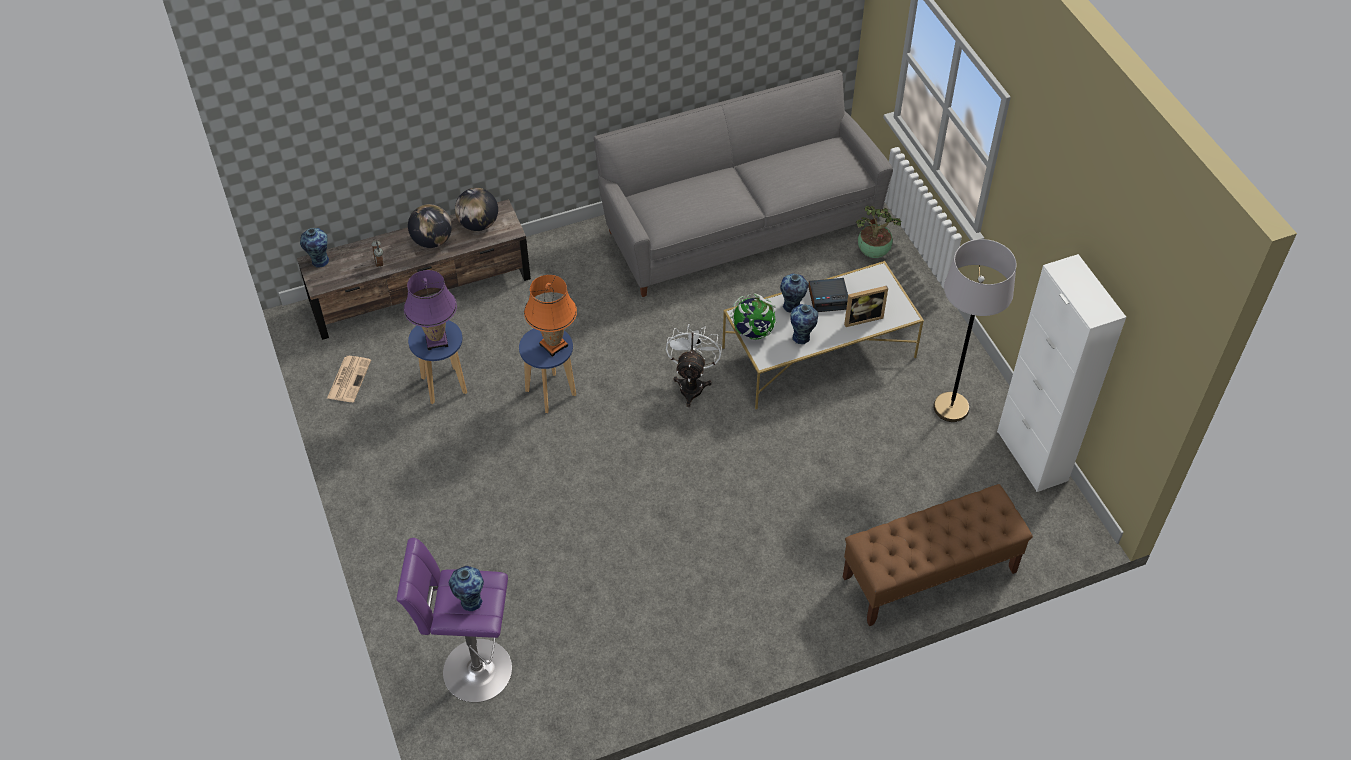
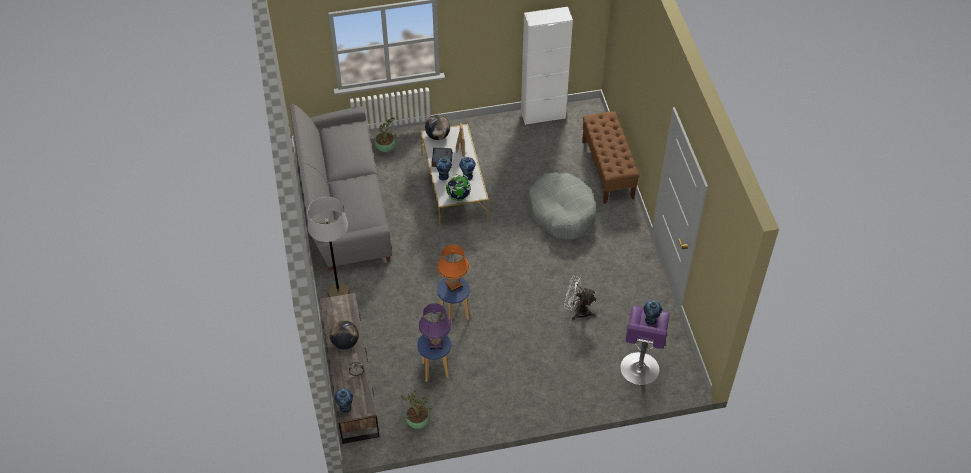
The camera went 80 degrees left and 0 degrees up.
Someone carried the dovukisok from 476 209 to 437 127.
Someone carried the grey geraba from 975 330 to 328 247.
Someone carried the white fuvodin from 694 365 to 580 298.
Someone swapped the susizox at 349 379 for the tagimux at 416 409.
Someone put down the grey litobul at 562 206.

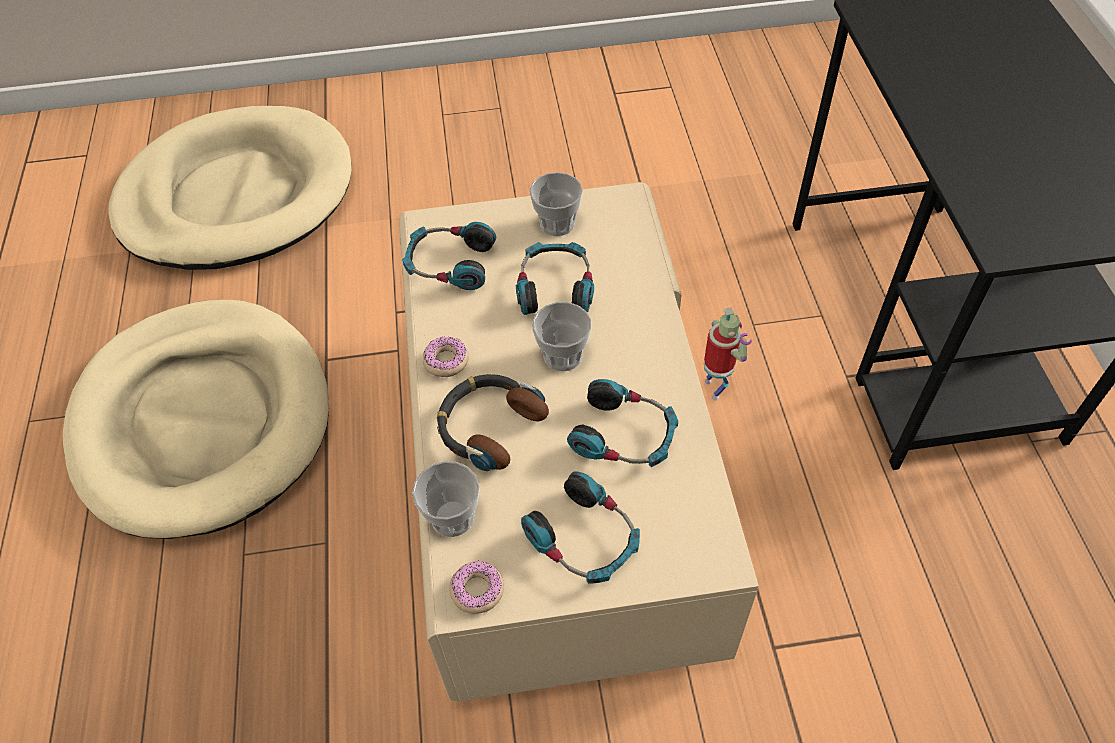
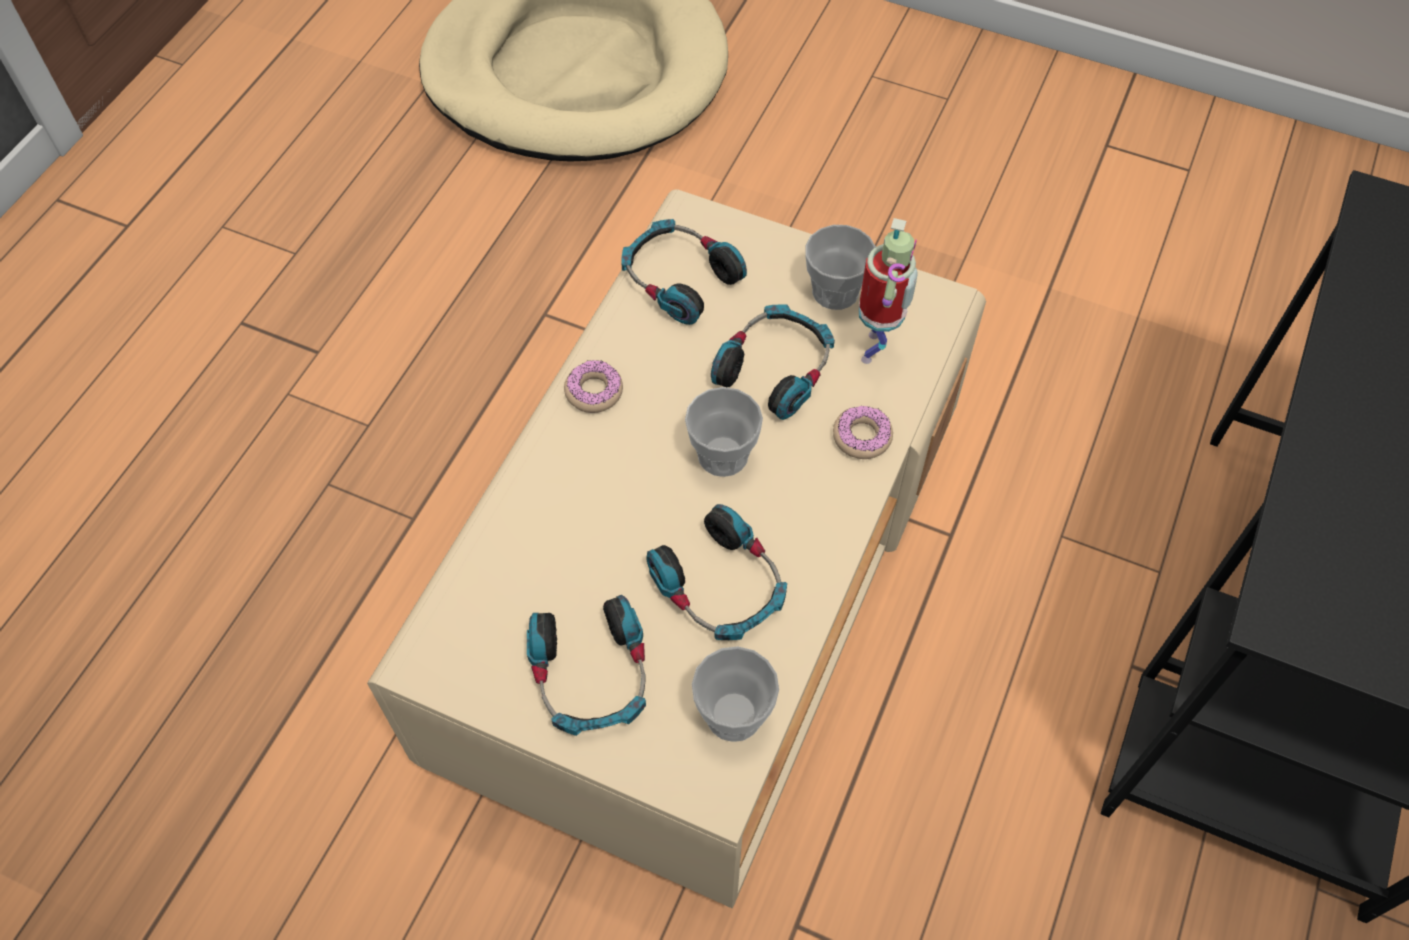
The camera went 30 degrees right and 5 degrees up.
Someone took away the beige litobul at 196 419.
Someone carried the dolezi from 728 354 to 888 291.
Someone took away the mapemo at 493 422.
Someone carried the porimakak from 445 499 to 735 694.
Someone carried the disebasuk from 476 587 to 863 432.

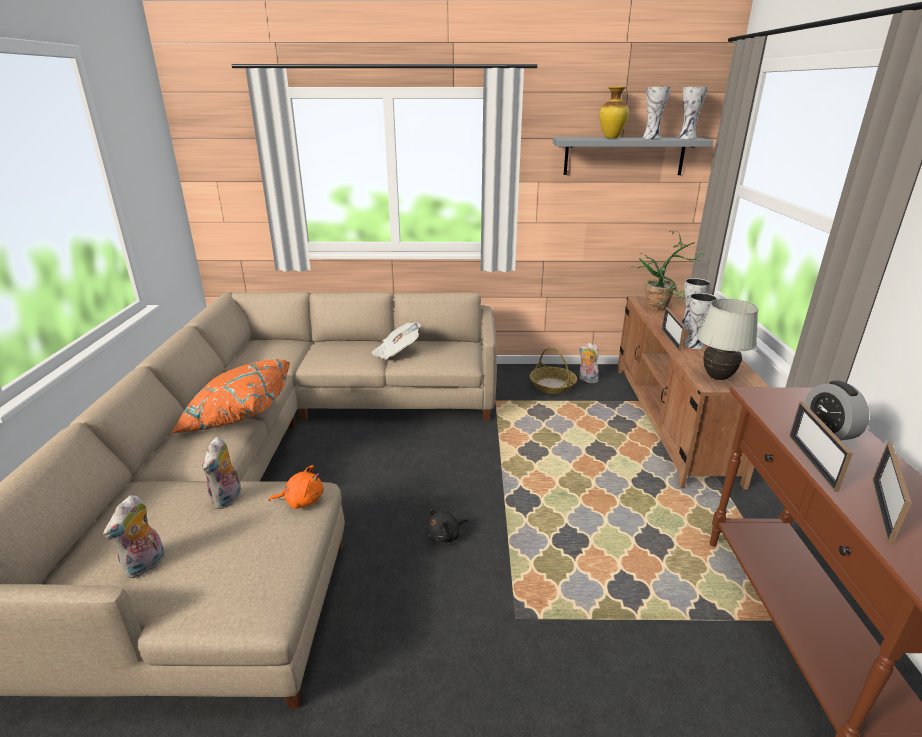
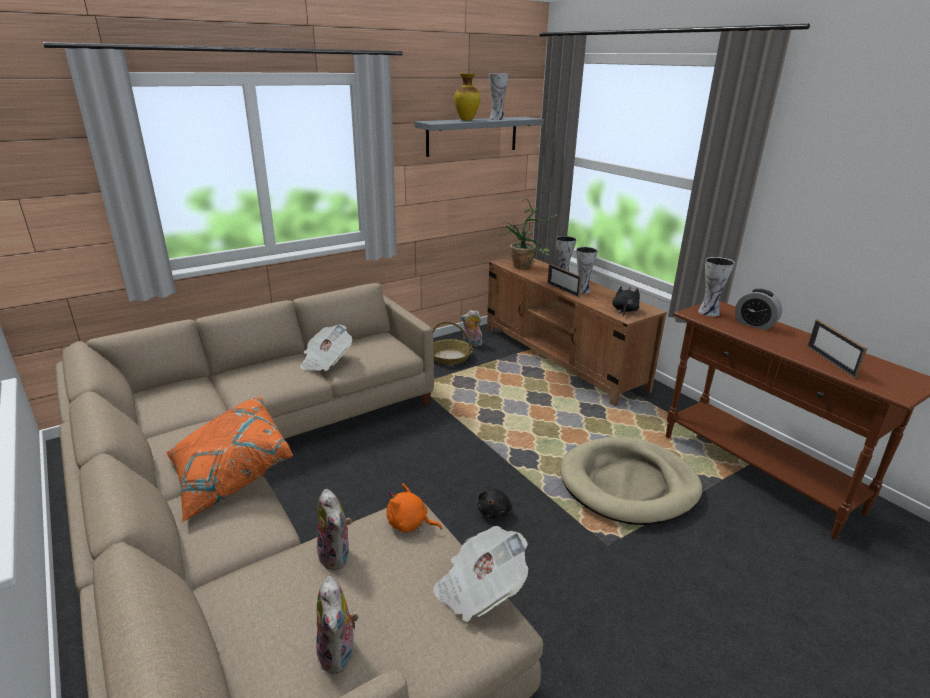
The camera went 35 degrees left and 0 degrees up.
Someone carried the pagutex from 693 113 to 716 286.
Someone swapped the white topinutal at 727 339 for the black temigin at 626 301.
Someone took away the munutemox at 821 447.
Someone rotated the orange temigin at 296 487 by 120 degrees counterclockwise.
Someone put down the beige litobul at 631 481.
Someone put down the susizox at 480 574.

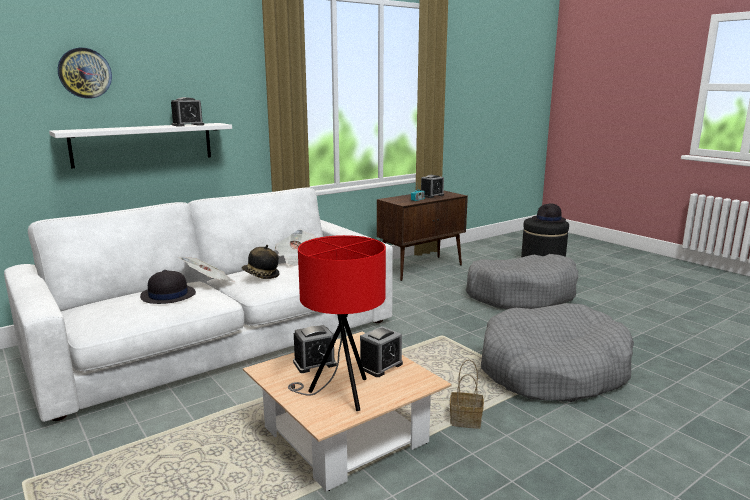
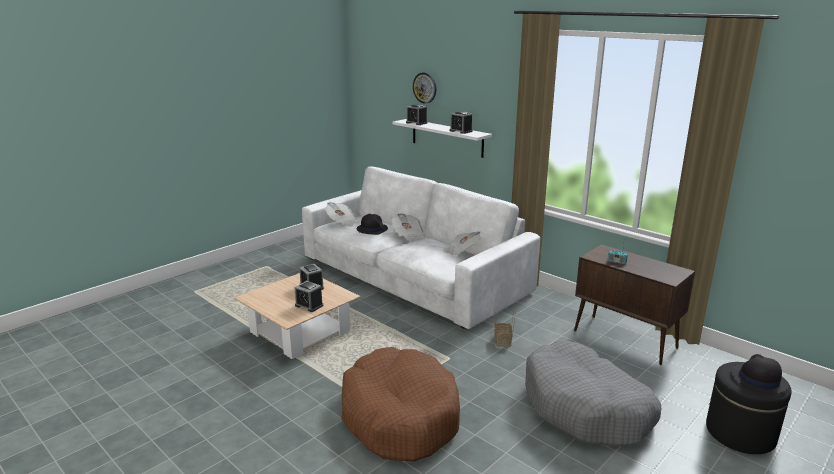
The camera went 80 degrees right and 5 degrees up.
Someone carried the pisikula from 432 186 to 416 114.
Someone took away the red topinutal at 337 323.
Someone took away the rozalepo at 261 262.
Someone repainted the grey litobul at 557 352, which became the brown litobul at 400 404.
Someone carried the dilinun from 467 394 to 505 327.
Someone put down the susizox at 341 214.

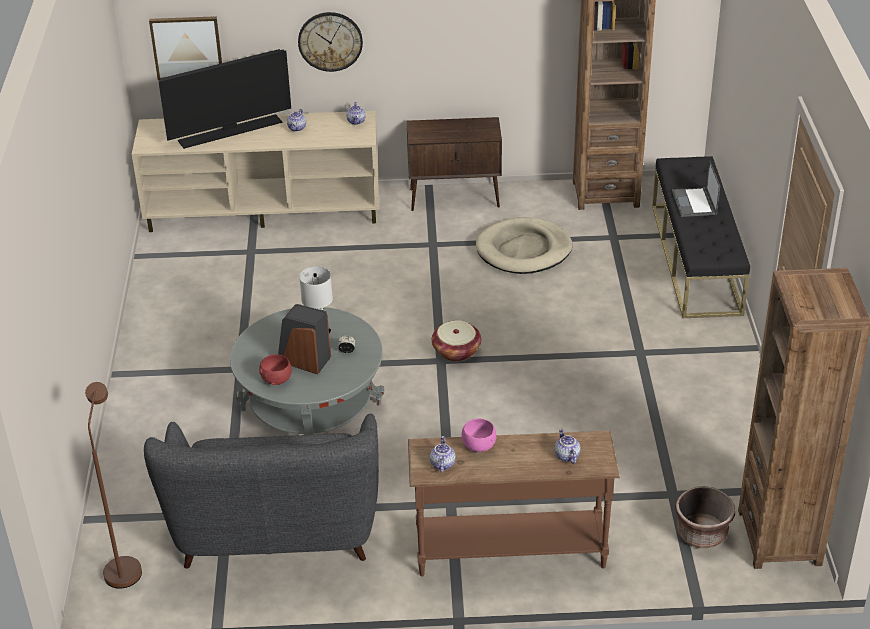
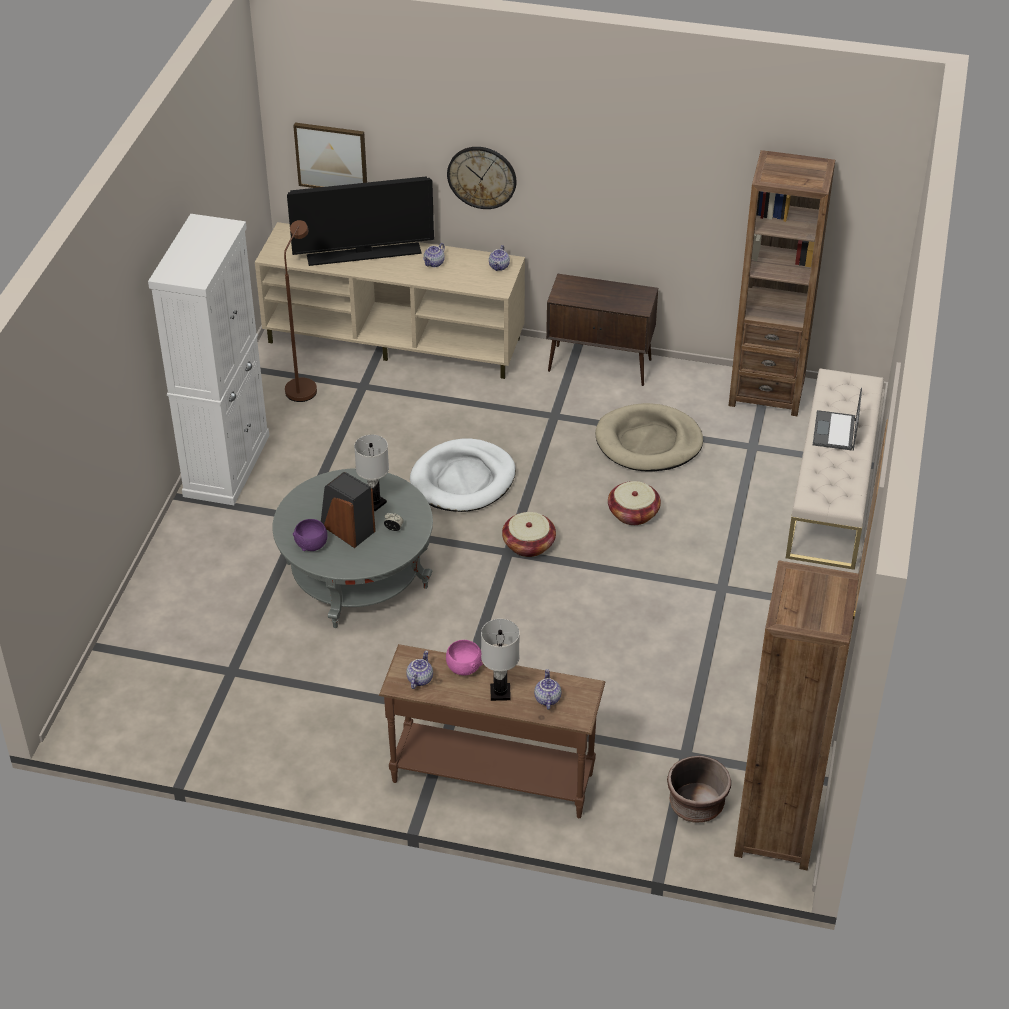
The camera went 15 degrees right and 5 degrees up.
Someone repainted the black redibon at 701 237, which became the beige redibon at 835 469.
Someone repainted the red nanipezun at 275 369, which became the purple nanipezun at 310 535.
Someone carried the brown geraba from 113 485 to 300 311.
Someone took away the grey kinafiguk at 261 491.
Someone put down the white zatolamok at 208 359.
Someone put down the white litobul at 463 475.
Someone put down the dilinun at 634 503.
Someone put down the white topinutal at 500 660.

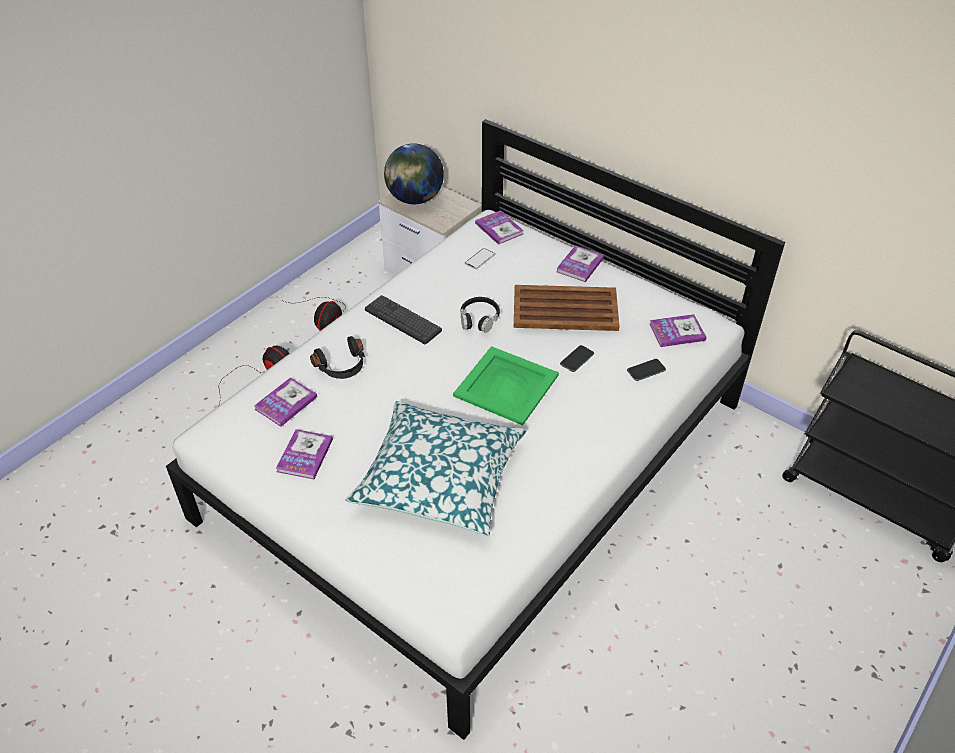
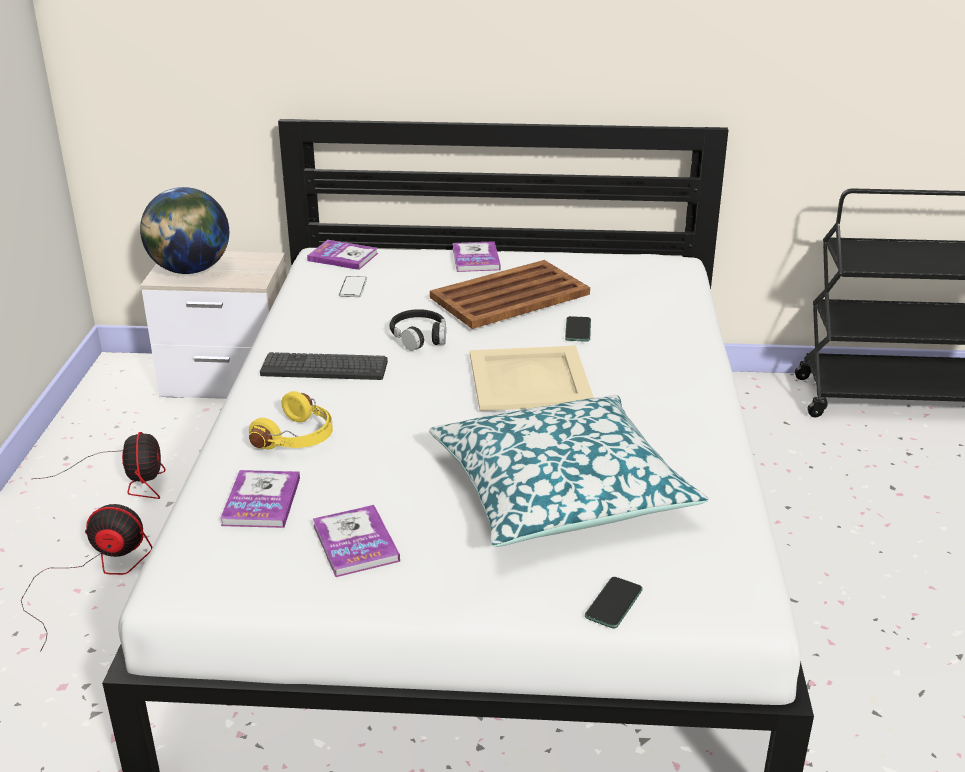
The camera went 35 degrees left and 15 degrees down.
Someone took away the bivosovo at 678 330.
Someone repainted the black mapemo at 337 357, which became the yellow mapemo at 291 420.
Someone repainted the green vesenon at 506 385, which became the beige vesenon at 532 378.
Someone carried the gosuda from 646 370 to 614 602.

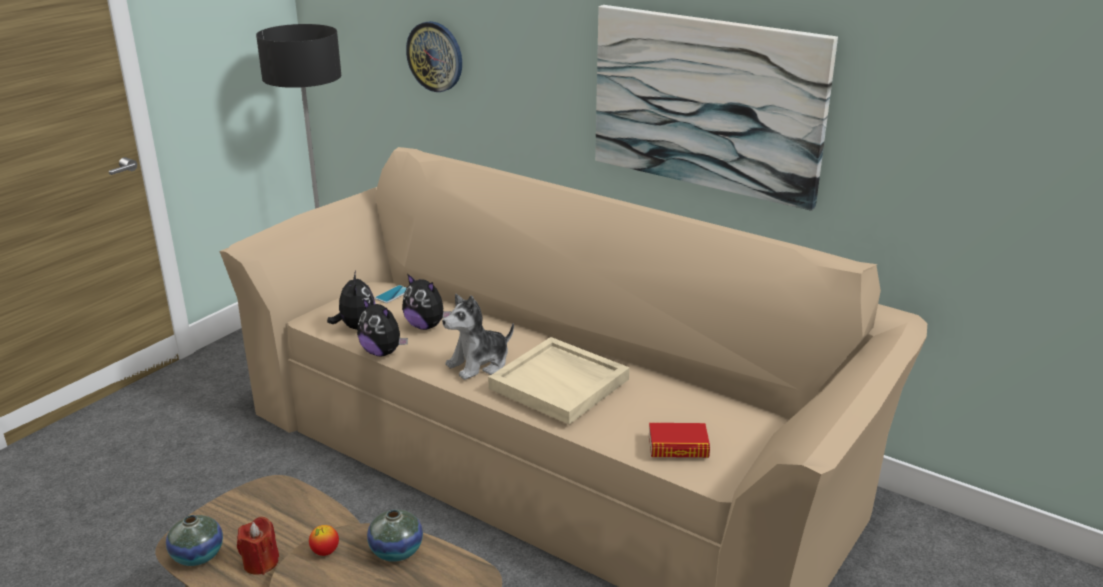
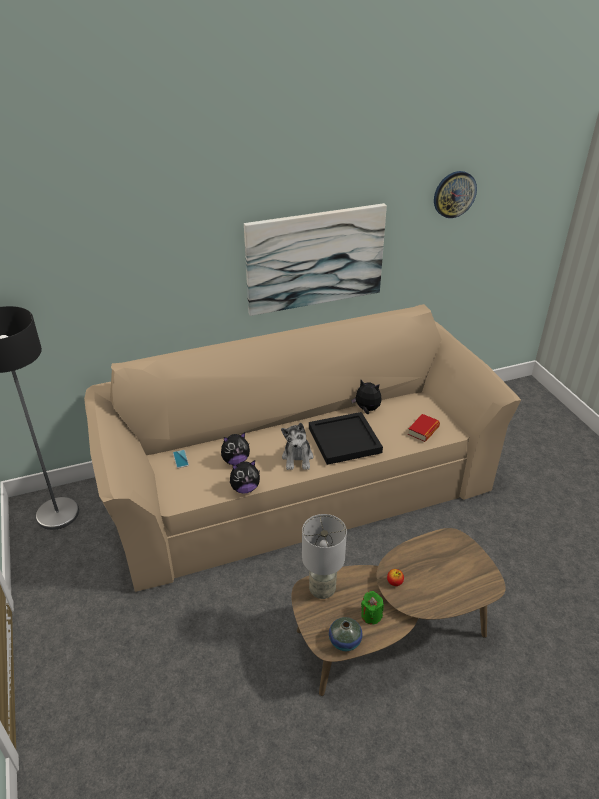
The camera went 55 degrees left and 10 degrees up.
Someone carried the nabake from 434 56 to 455 194.
Someone carried the temigin from 351 300 to 366 397.
Someone repainted the beige vesenon at 559 380, which became the black vesenon at 346 438.
Someone took away the pagutex at 395 535.
Someone repainted the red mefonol at 258 546, which became the green mefonol at 372 608.
Someone put down the grey topinutal at 324 556.

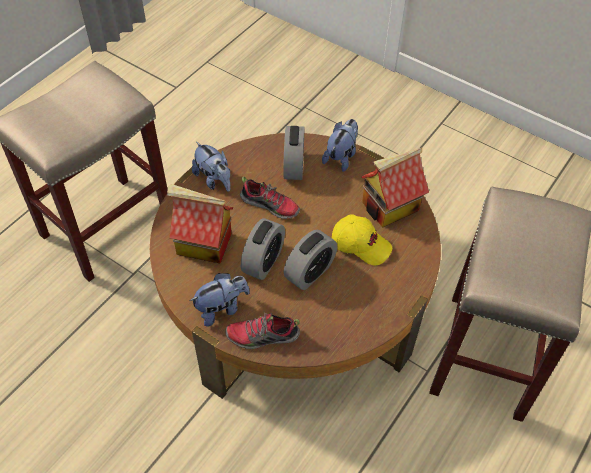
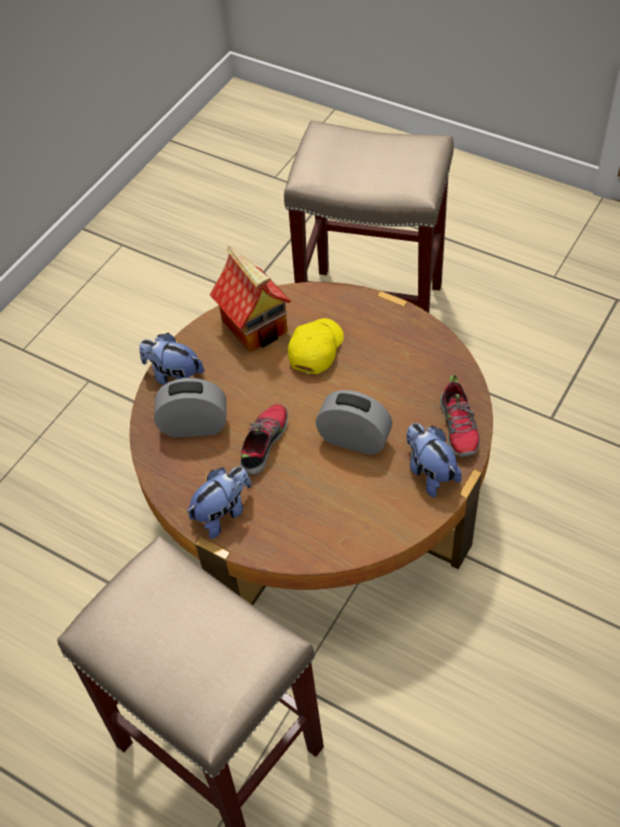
The camera went 90 degrees left and 0 degrees up.
Someone took away the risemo at 200 224.
Someone took away the pisikula at 310 260.

